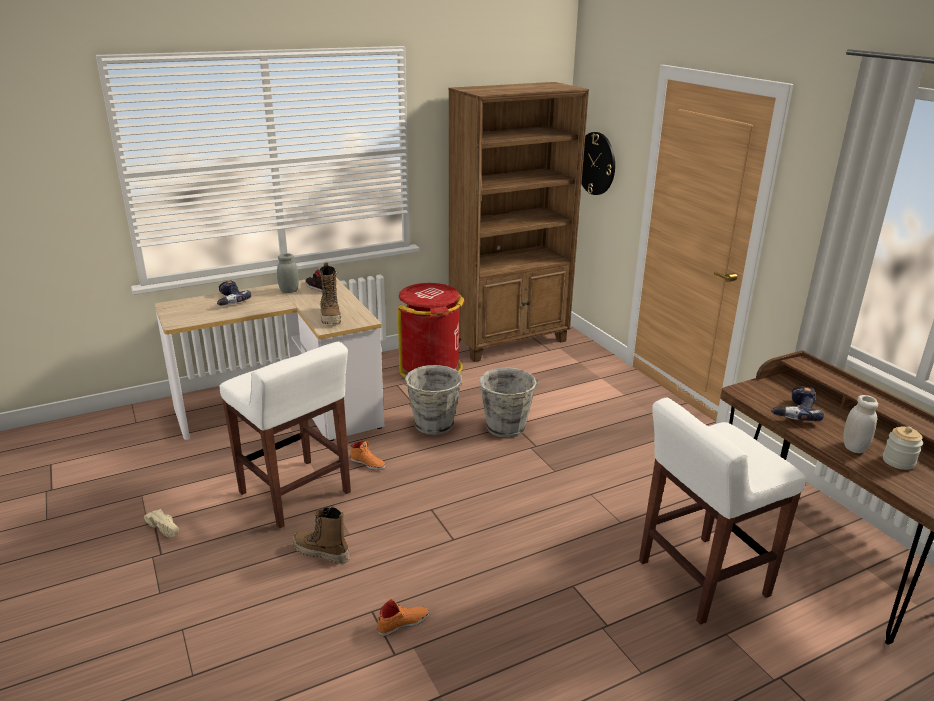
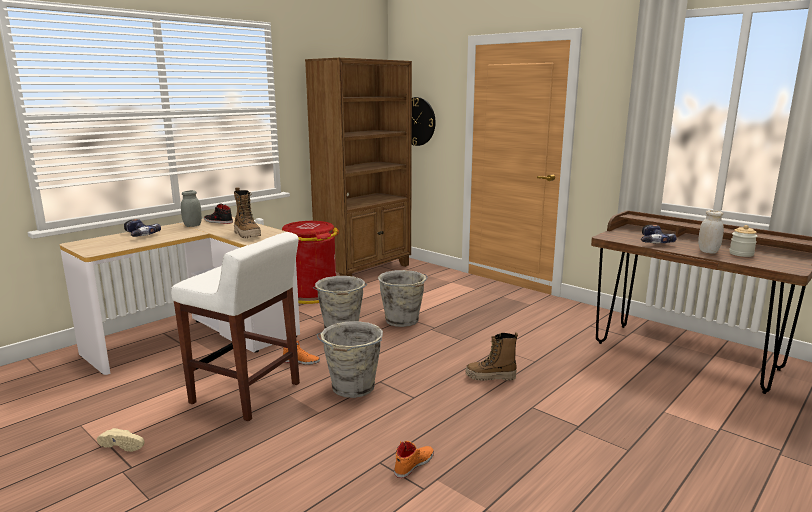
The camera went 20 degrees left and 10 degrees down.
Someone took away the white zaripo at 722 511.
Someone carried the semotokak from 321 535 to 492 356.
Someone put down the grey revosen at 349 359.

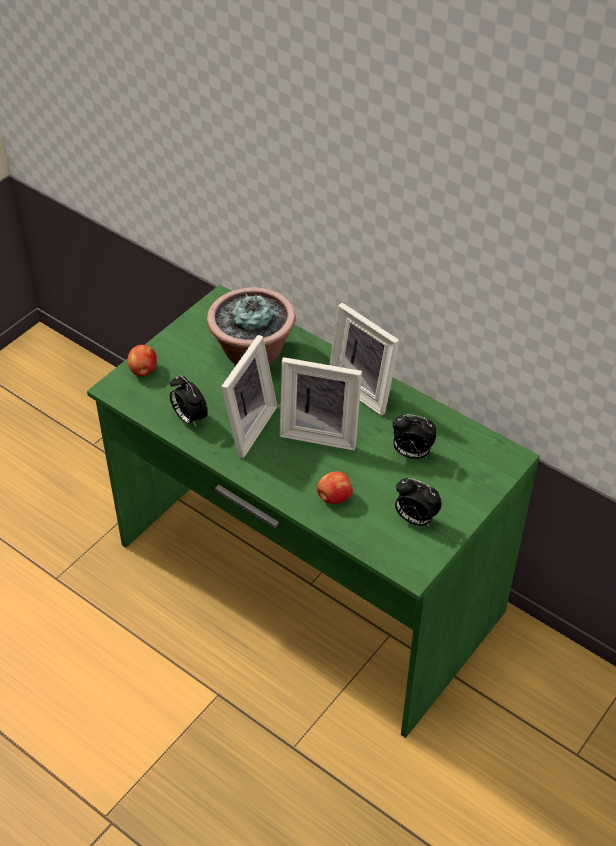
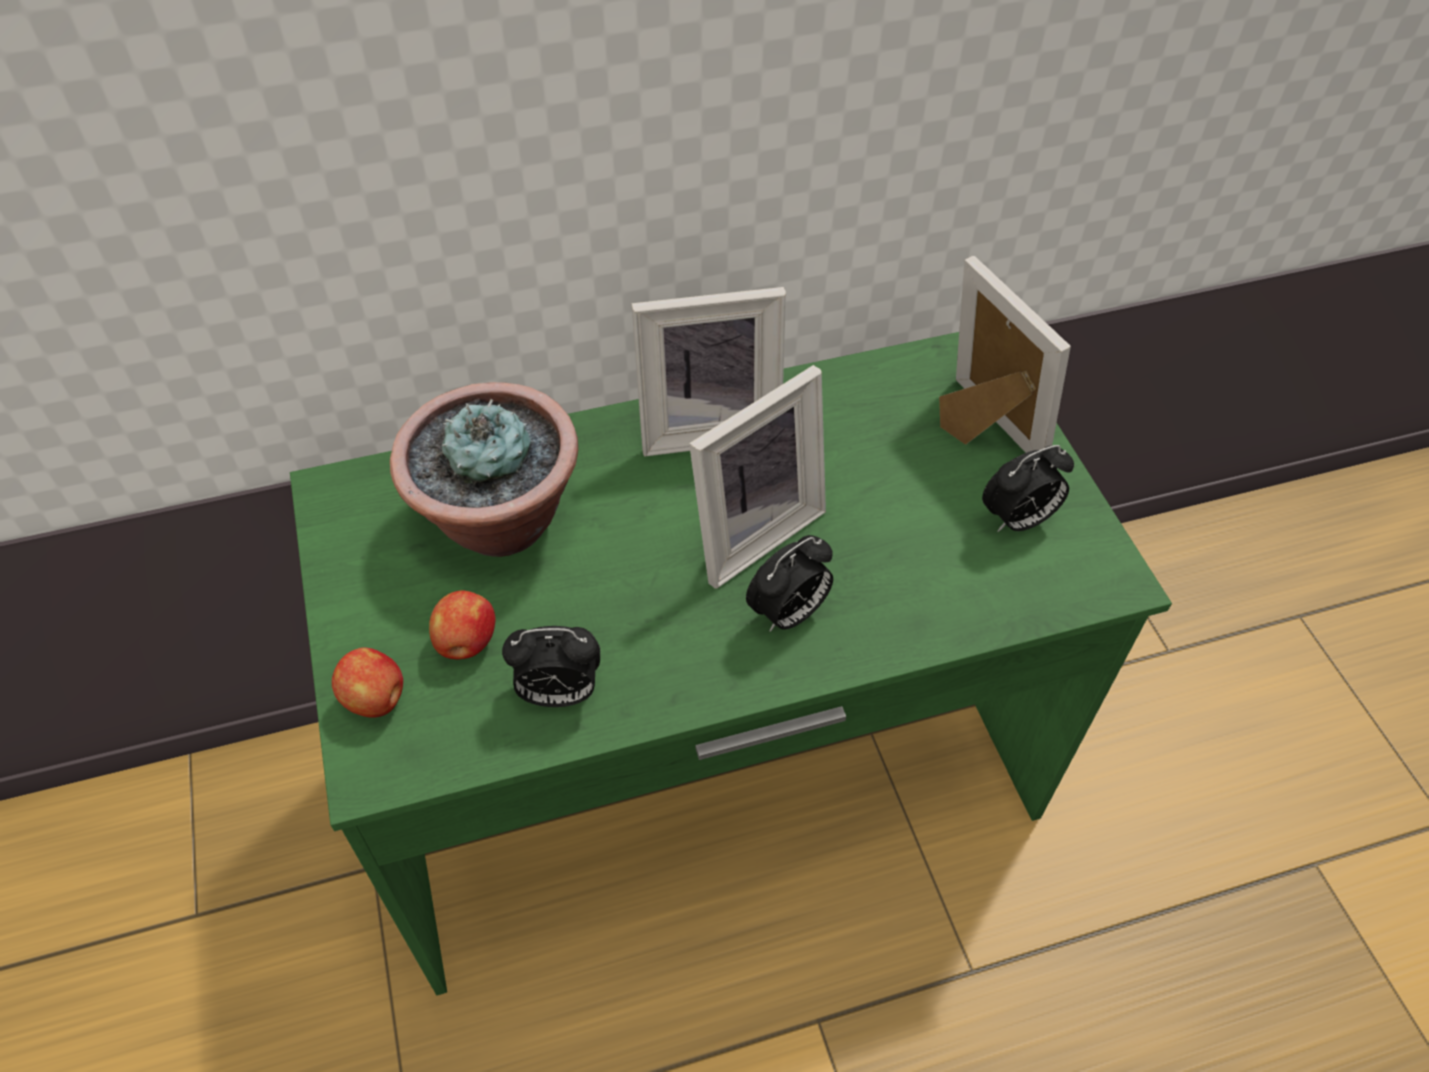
The camera went 55 degrees left and 5 degrees up.
Someone carried the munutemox from 249 396 to 1005 354.
Someone carried the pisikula from 414 436 to 789 583.
Someone carried the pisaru from 335 487 to 462 625.

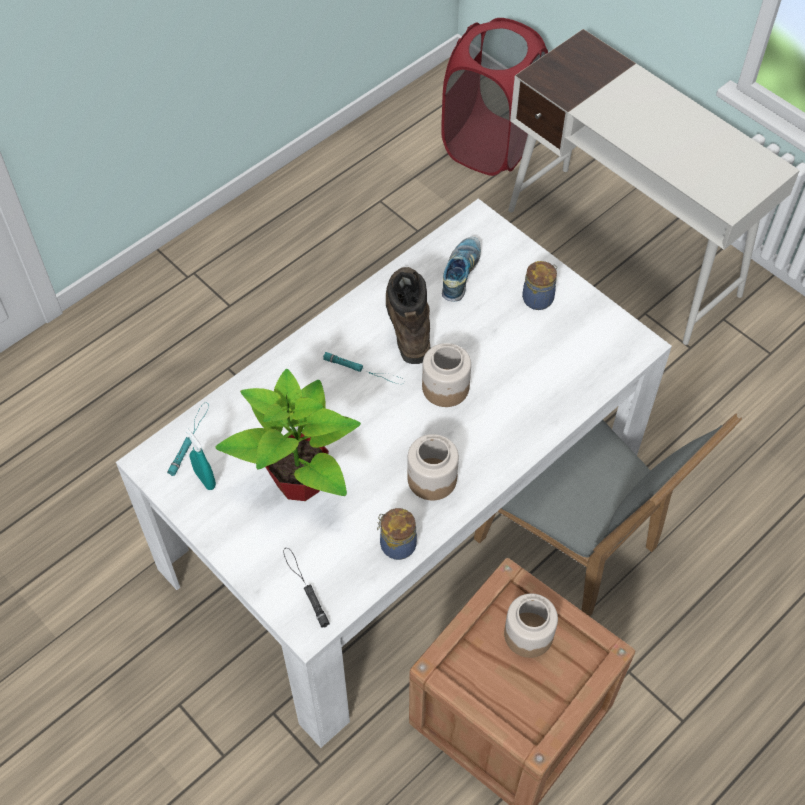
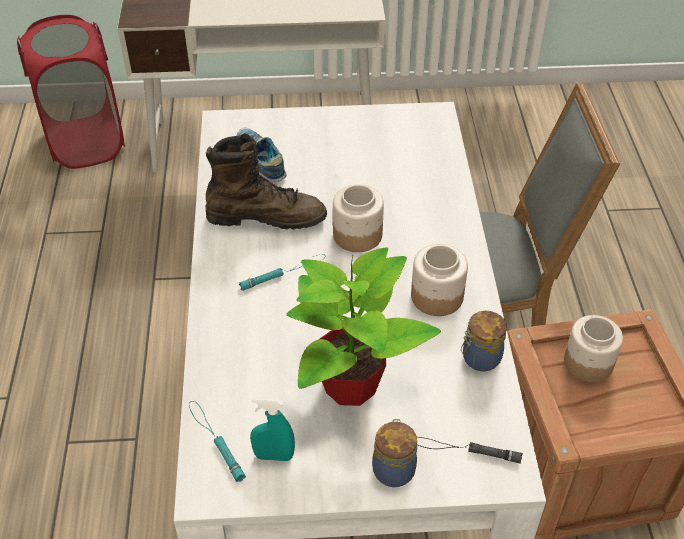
The camera went 50 degrees left and 10 degrees down.
Someone carried the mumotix from 540 285 to 394 453.
Someone rotated the brown semotokak at 408 315 by 150 degrees clockwise.

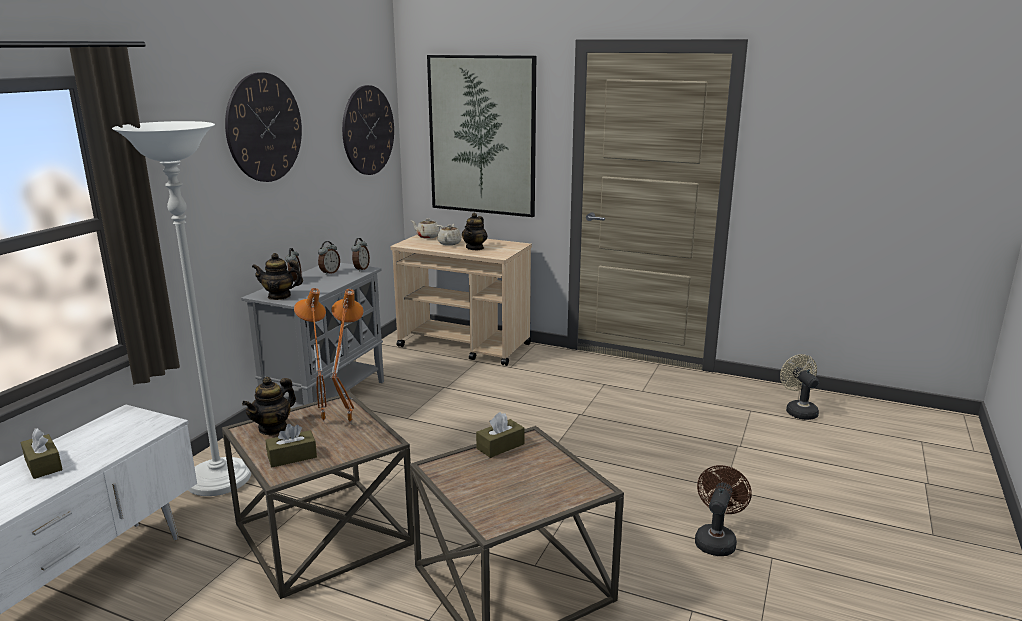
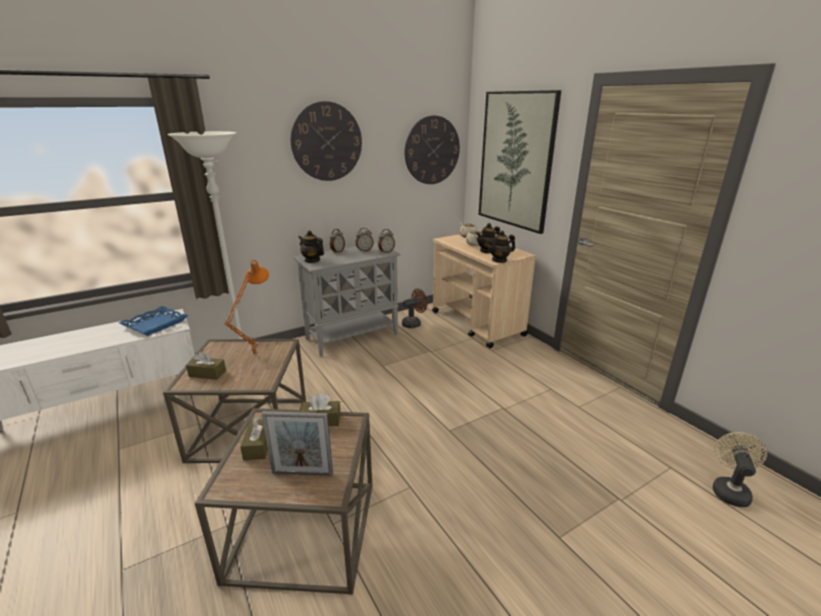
The camera went 35 degrees right and 5 degrees up.
Someone took away the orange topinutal at 347 356.
Someone carried the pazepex from 269 406 to 501 246.
Someone carried the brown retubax from 42 453 to 254 438.
Someone carried the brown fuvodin from 723 510 to 415 308.
Someone put down the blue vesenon at 153 321.
Someone put down the munutemox at 297 443.

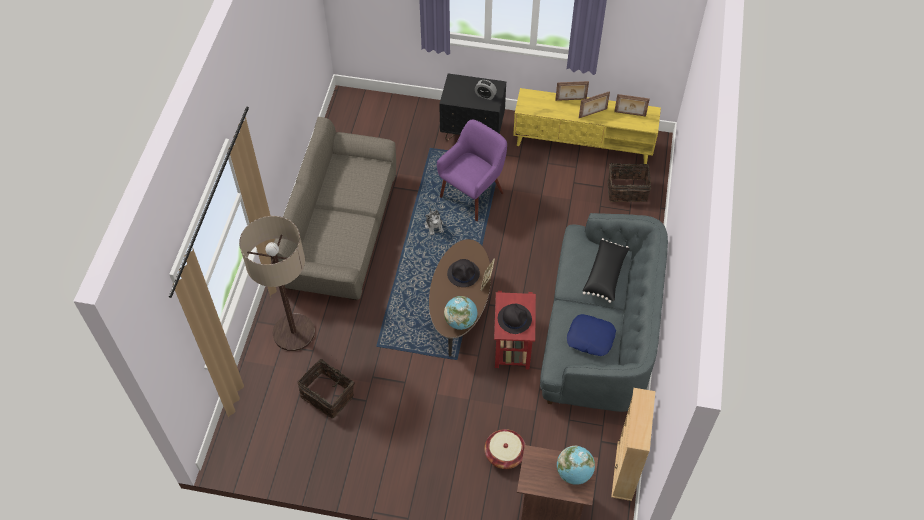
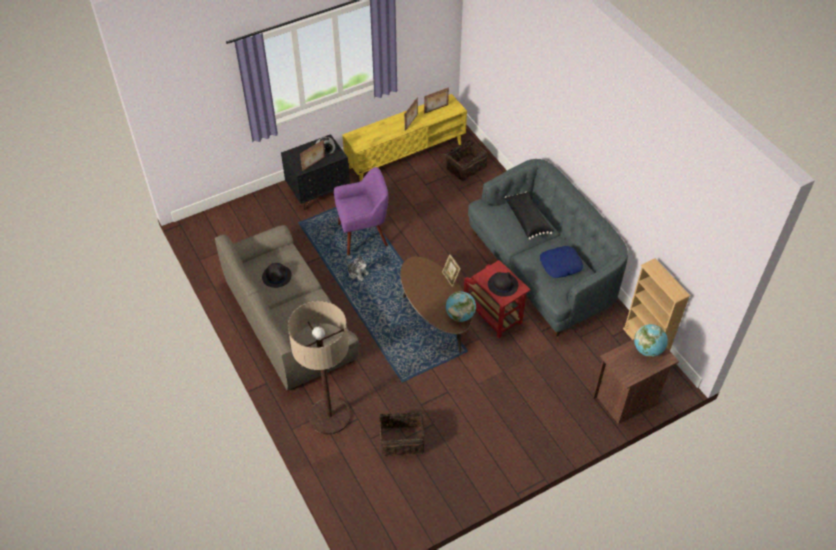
The camera went 40 degrees left and 5 degrees down.
Someone carried the munutemox from 572 91 to 312 155.
Someone rotated the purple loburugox at 472 170 by 75 degrees clockwise.
Someone carried the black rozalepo from 463 273 to 277 275.
Someone took away the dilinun at 505 449.

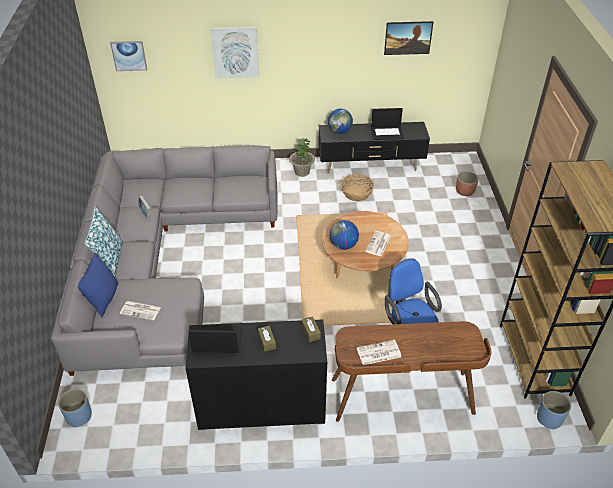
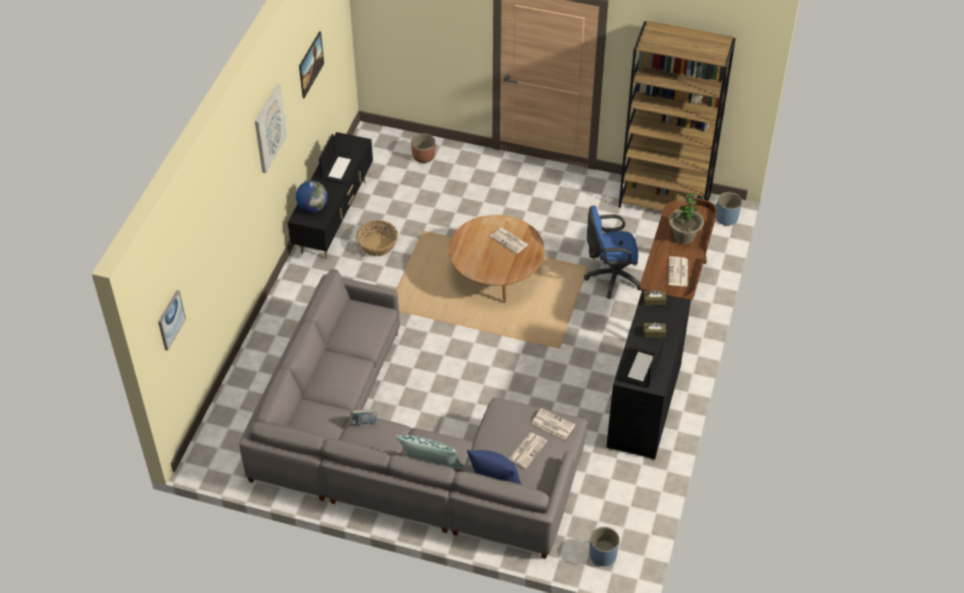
The camera went 70 degrees left and 5 degrees up.
Someone carried the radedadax from 234 53 to 271 128.
Someone carried the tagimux from 302 157 to 686 218.
Someone took away the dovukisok at 344 235.
Someone put down the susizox at 553 424.

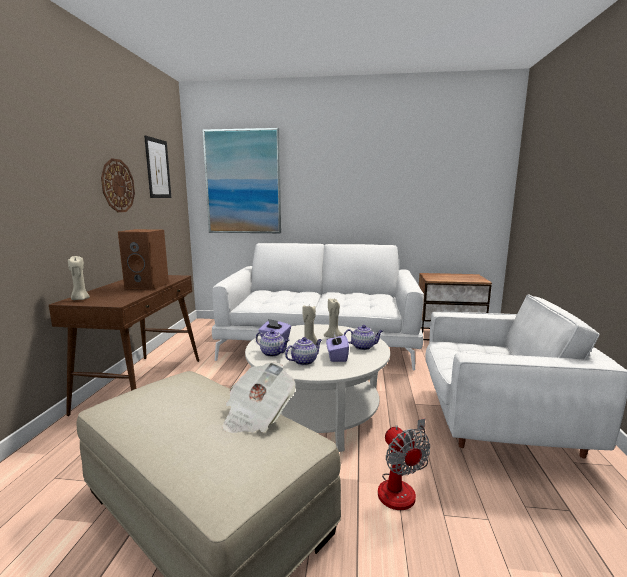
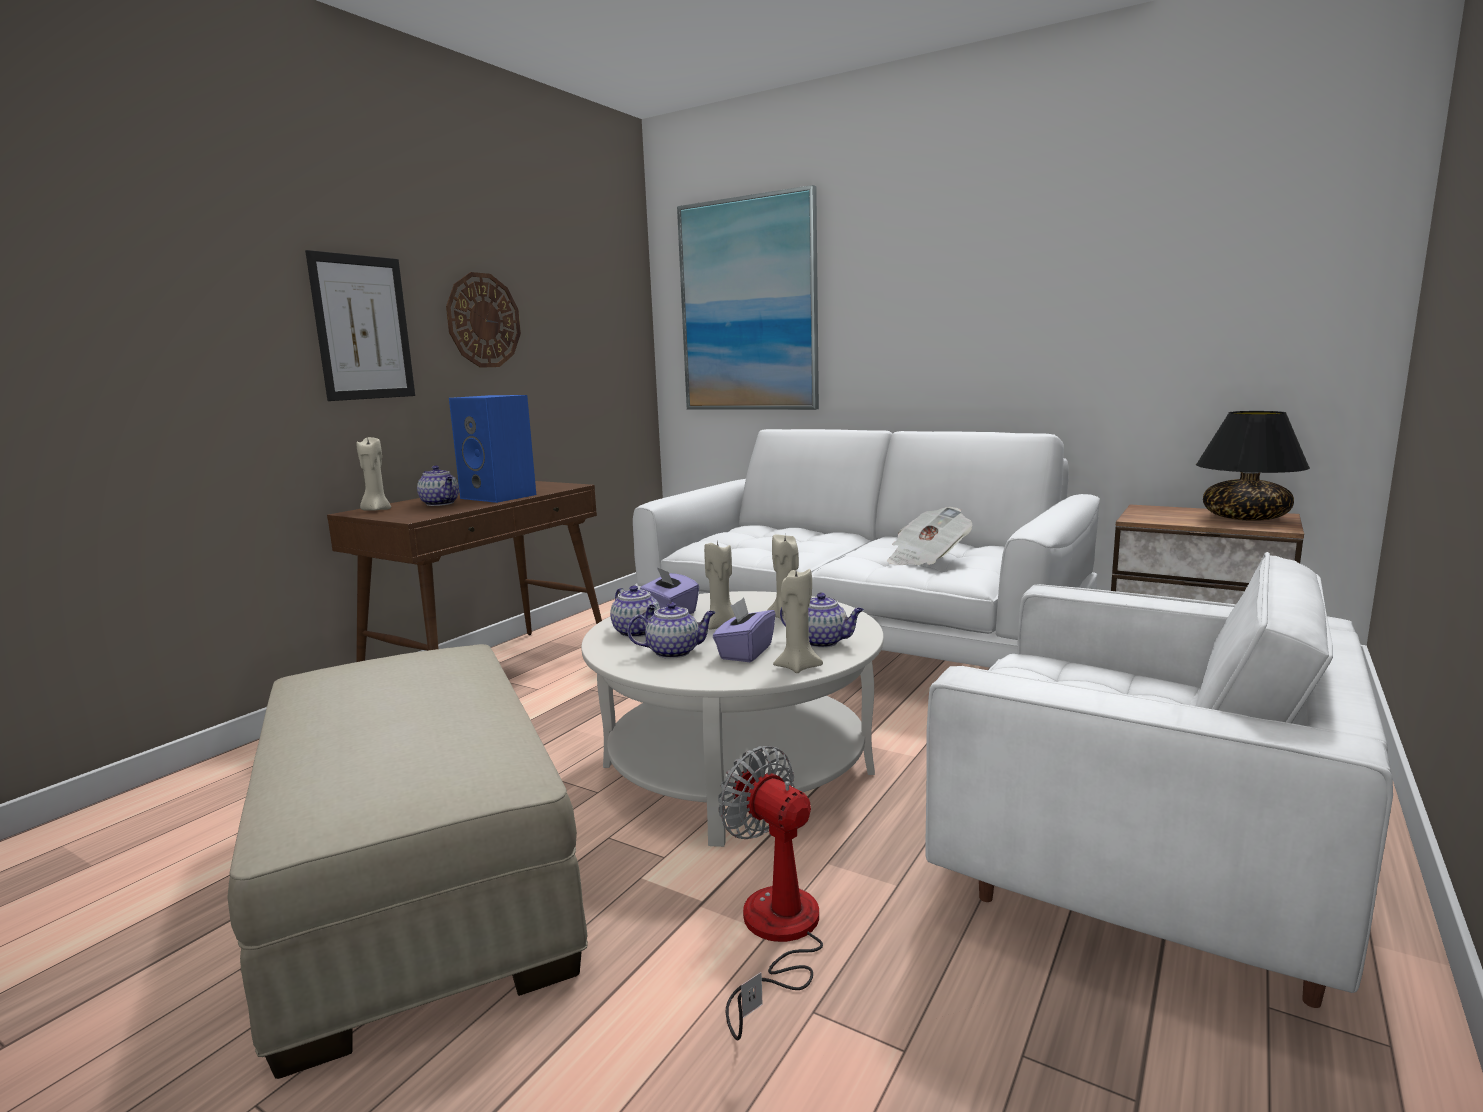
The camera went 25 degrees right and 0 degrees up.
Someone carried the radedadax from 157 166 to 360 325.
Someone repainted the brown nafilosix at 143 259, which became the blue nafilosix at 492 449.
Someone carried the susizox from 258 397 to 929 536.
Someone rotated the fuvodin at 404 464 by 135 degrees clockwise.
Someone put down the black topinutal at 1253 466.
Someone put down the pazepex at 438 485.
Someone put down the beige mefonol at 798 621.

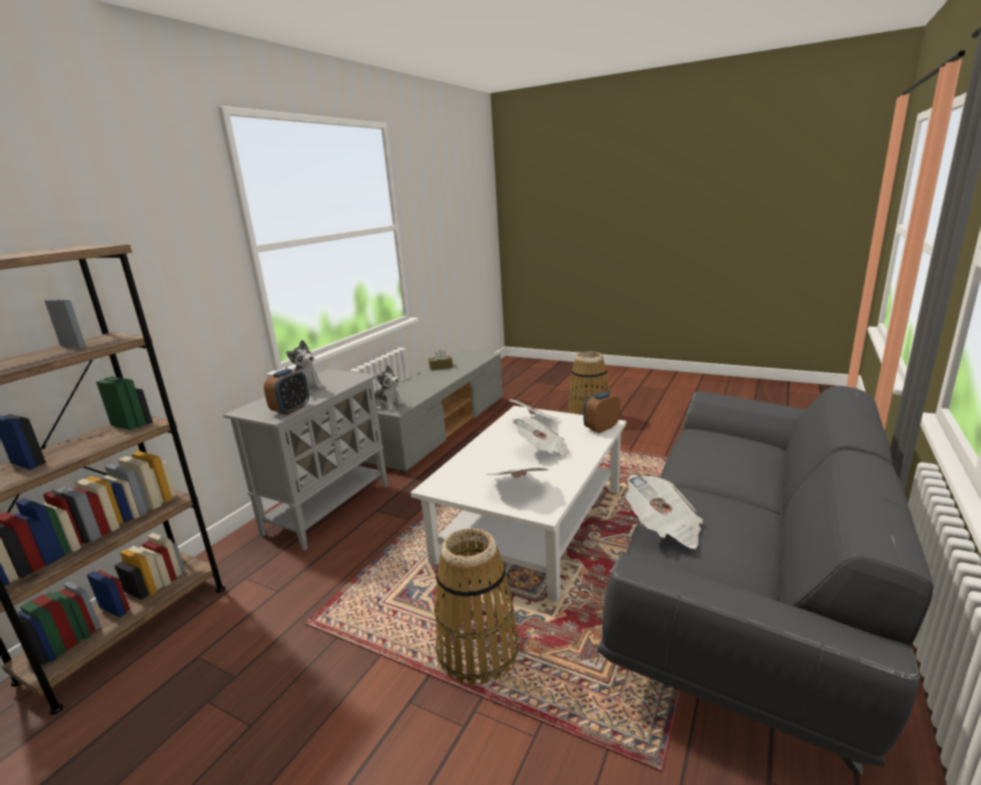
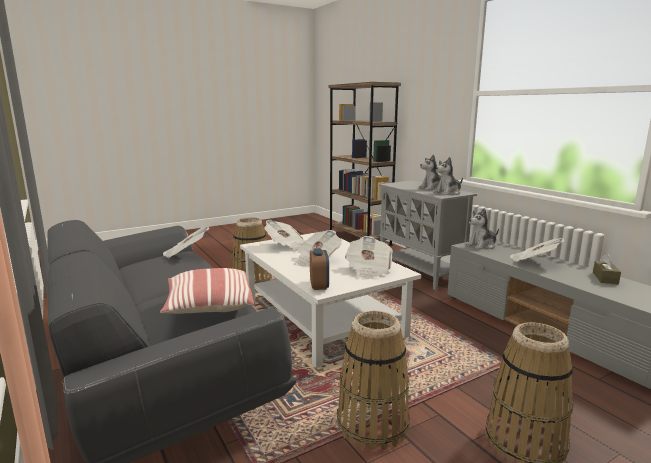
The camera went 120 degrees right and 5 degrees down.
Someone took away the pisikula at 286 392.
Someone put down the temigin at 448 176.
Someone put down the susizox at 537 250.
Someone put down the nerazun at 207 291.
Someone put down the dilinun at 373 380.

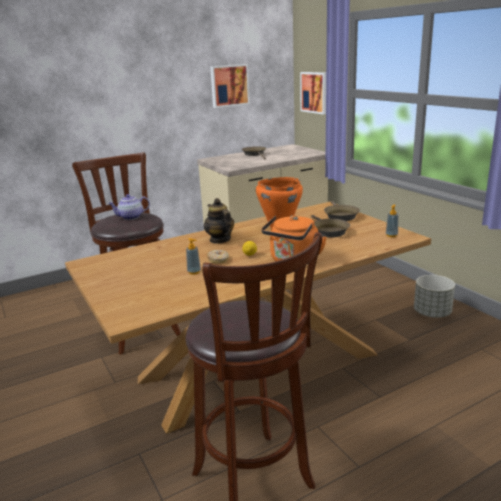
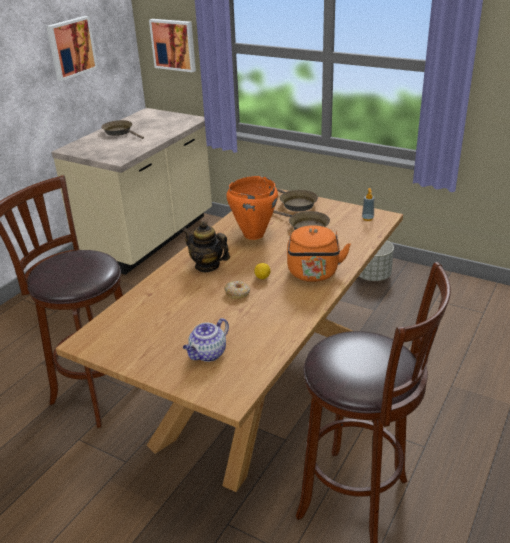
The camera went 30 degrees left and 10 degrees up.
Someone carried the pazepex from 129 207 to 206 340.
Someone took away the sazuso at 193 256.

